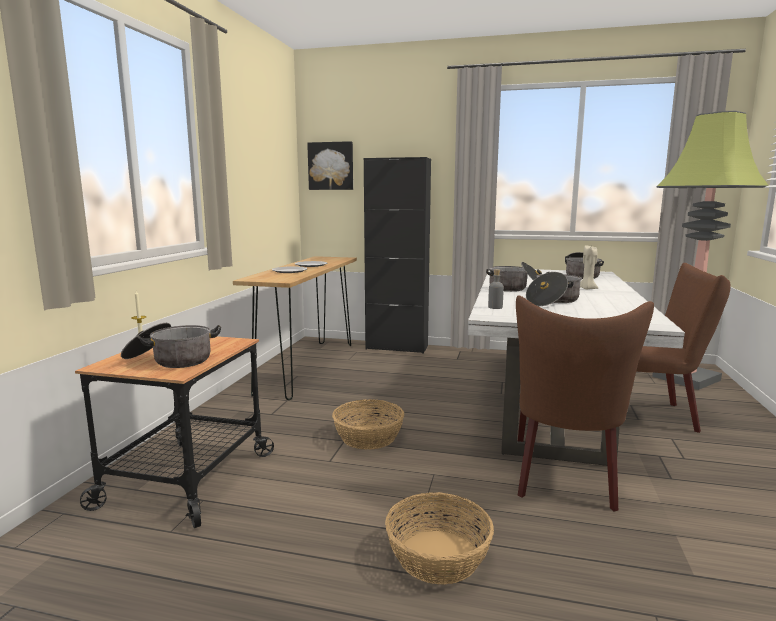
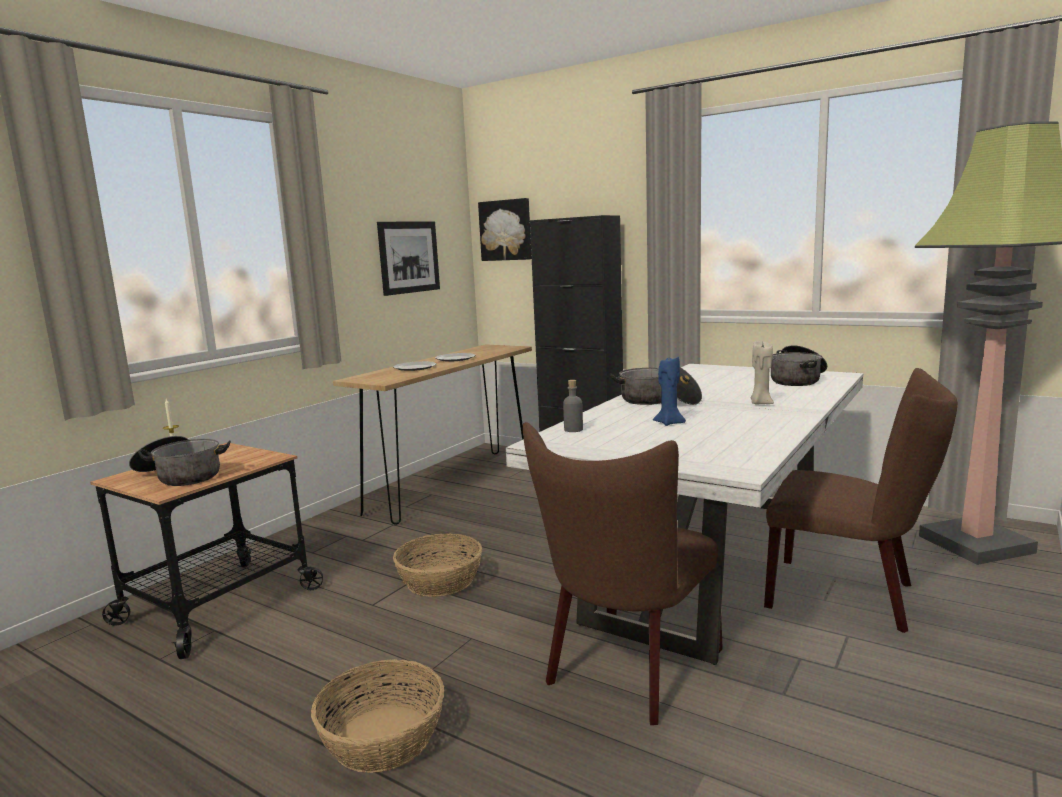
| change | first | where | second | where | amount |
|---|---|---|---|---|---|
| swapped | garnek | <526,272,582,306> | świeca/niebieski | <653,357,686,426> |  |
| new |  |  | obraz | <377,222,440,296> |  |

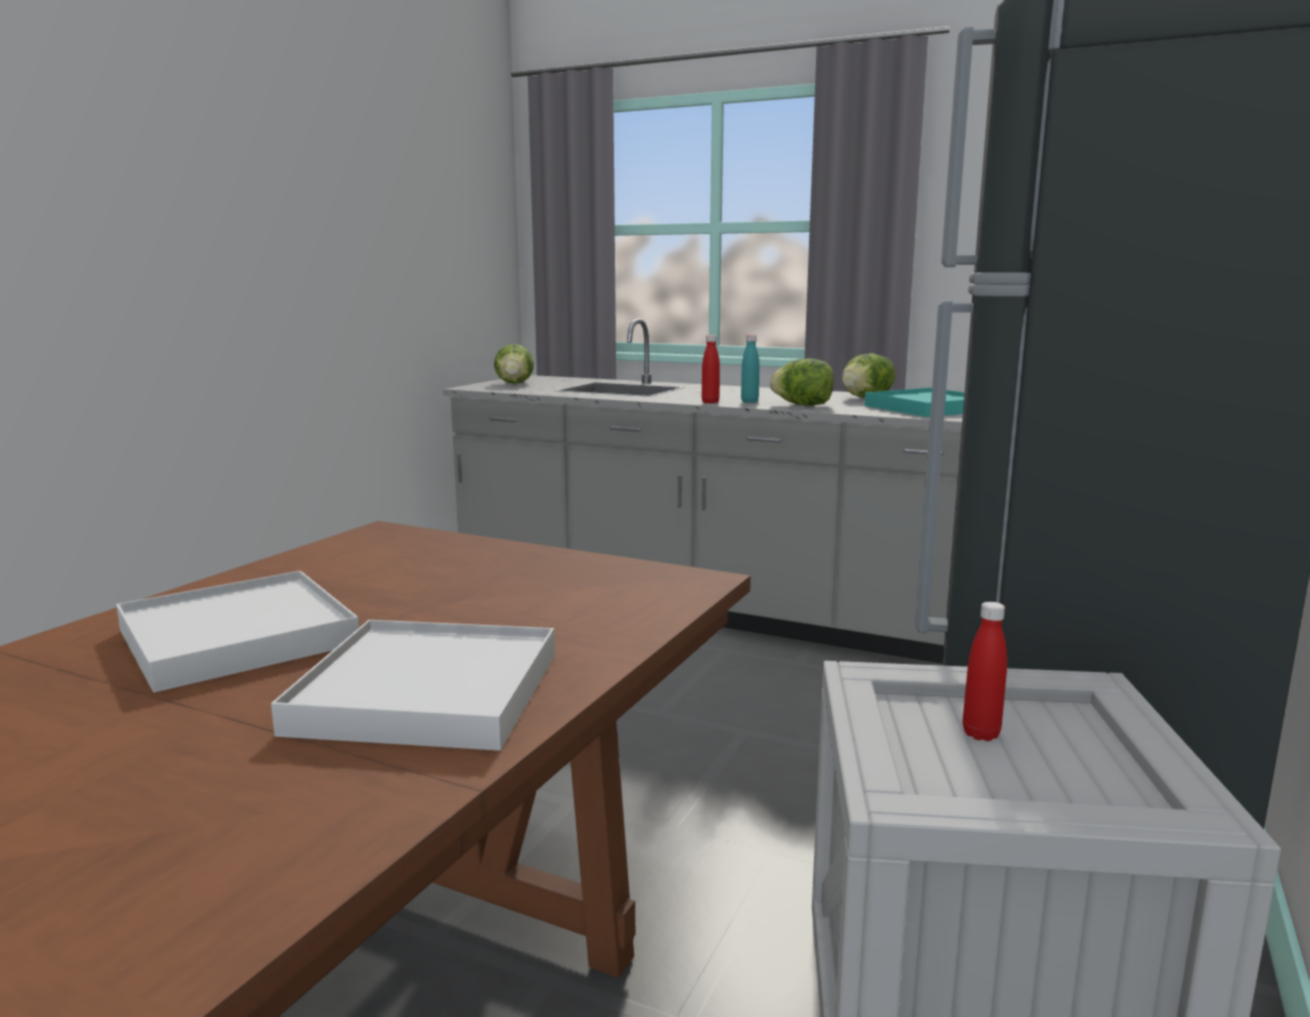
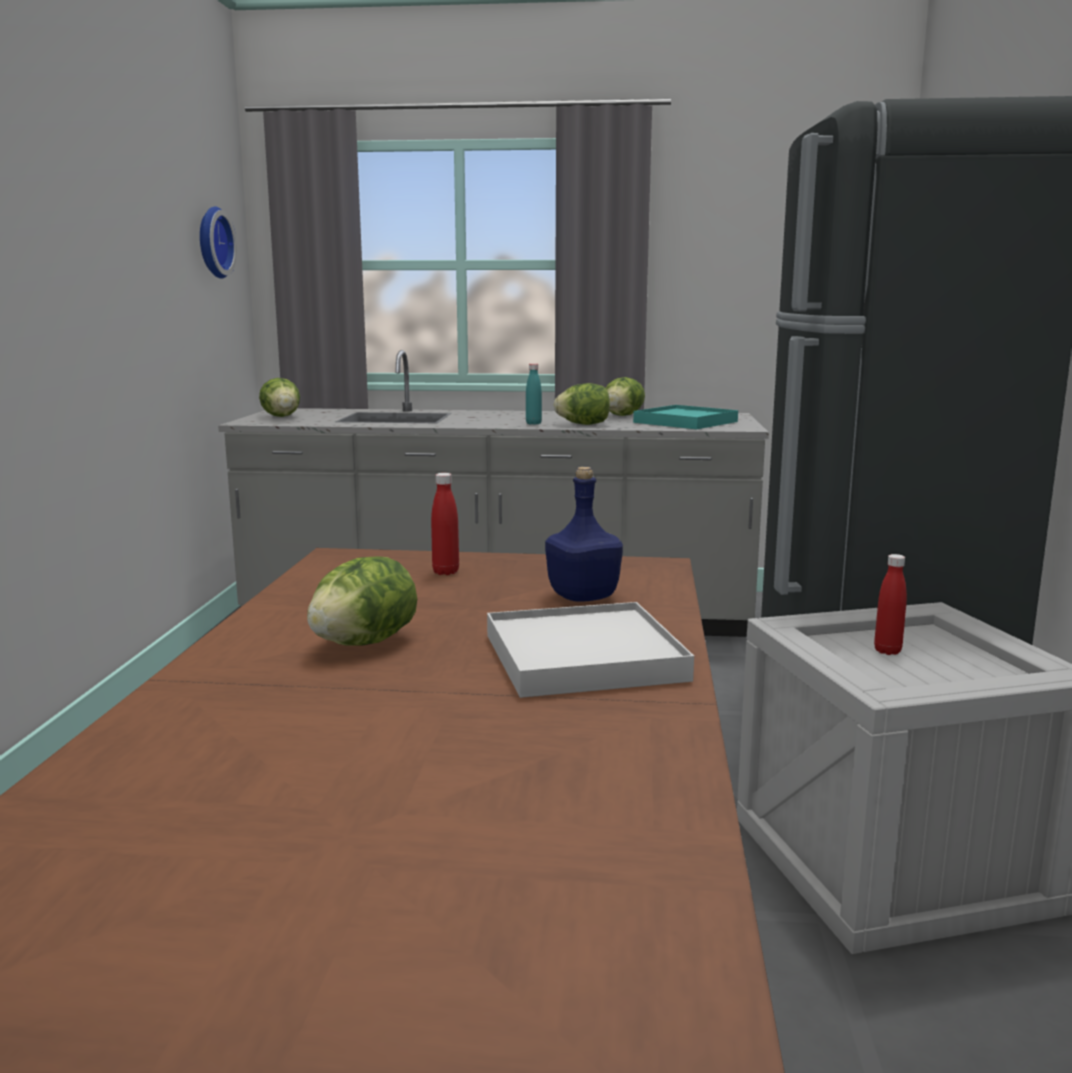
| change | first | where | second | where | amount |
|---|---|---|---|---|---|
| shifted | butelka/czerwony | <702,335,720,404> |  | <431,473,459,575> |  |
| swapped | taca/biały | <116,571,359,693> | sałata | <307,556,417,646> |  |
| new |  |  | zegar ścienny | <200,206,237,279> |  |
| new |  |  | butelka/niebieski | <545,467,623,602> |  |

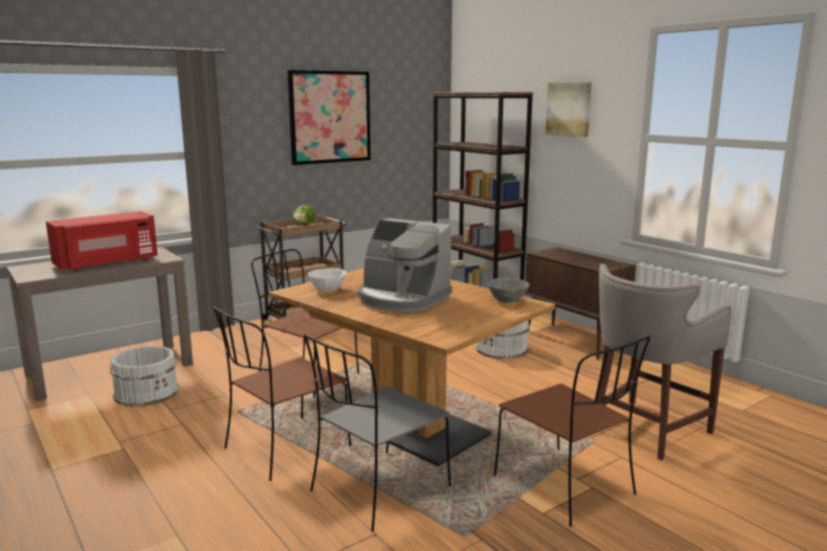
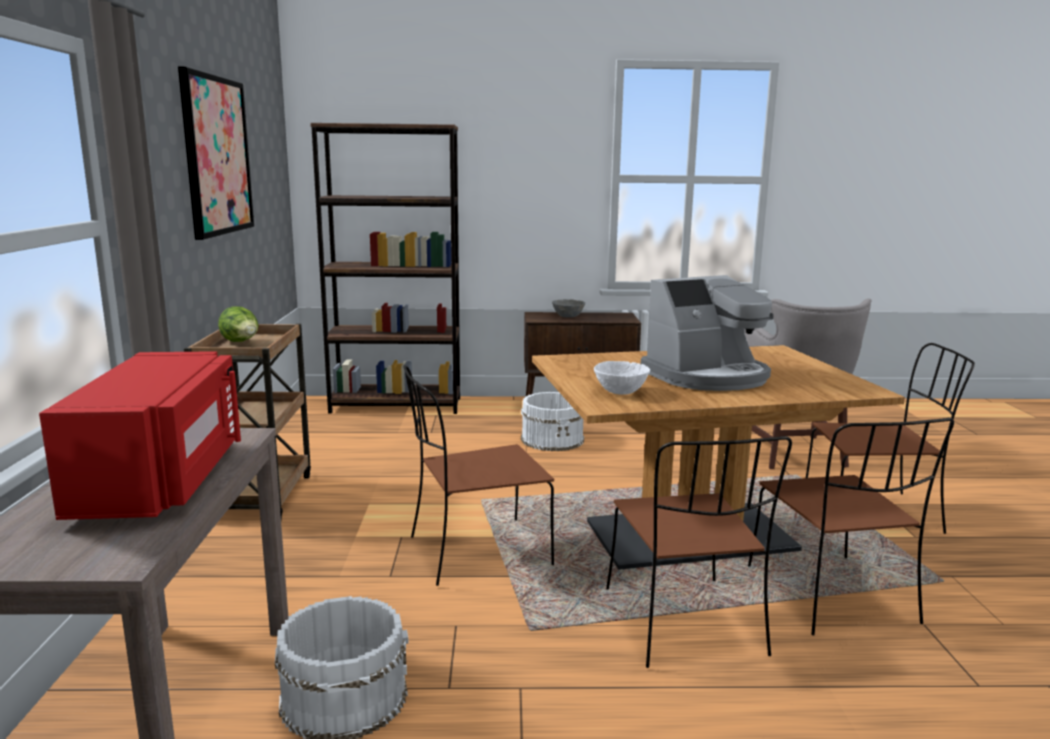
| change | first | where | second | where | amount |
|---|---|---|---|---|---|
| gone | obraz | <545,82,592,137> |  |  |  |
| shifted | miska/szary | <488,278,529,303> |  | <552,299,585,318> |  |
| repainted | krzesło/szary | <304,334,451,532> | krzesło/brązowy | <748,418,954,635> |  |

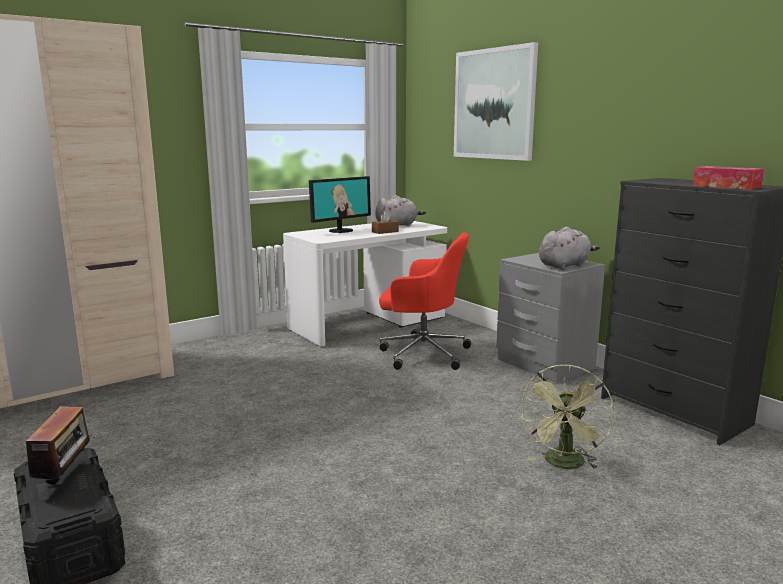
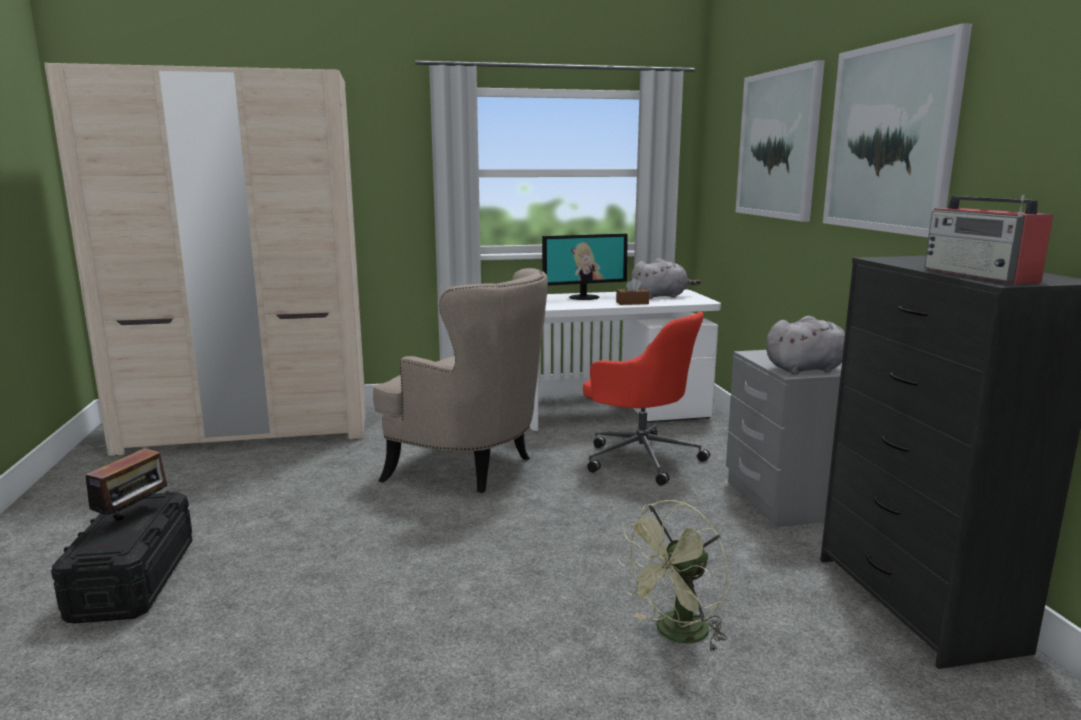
| change | first | where | second | where | amount |
|---|---|---|---|---|---|
| swapped | pudełko chusteczek | <693,166,764,190> | radio | <924,195,1054,284> |  |
| new |  |  | obraz | <823,23,972,237> |  |
| new |  |  | fotel/beżowy | <373,268,548,493> |  |

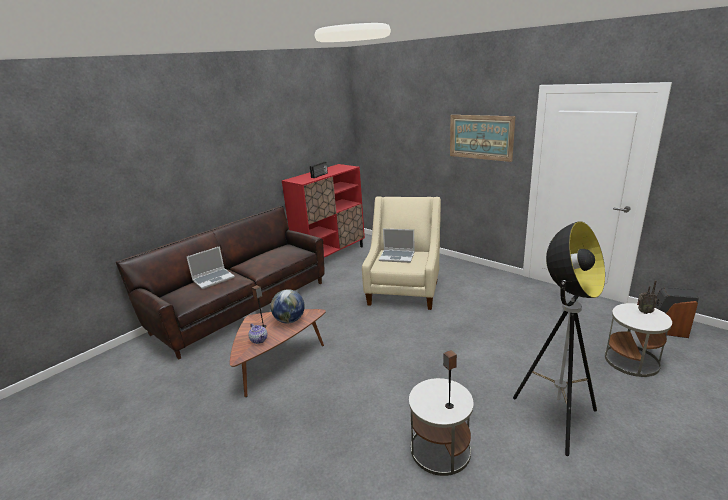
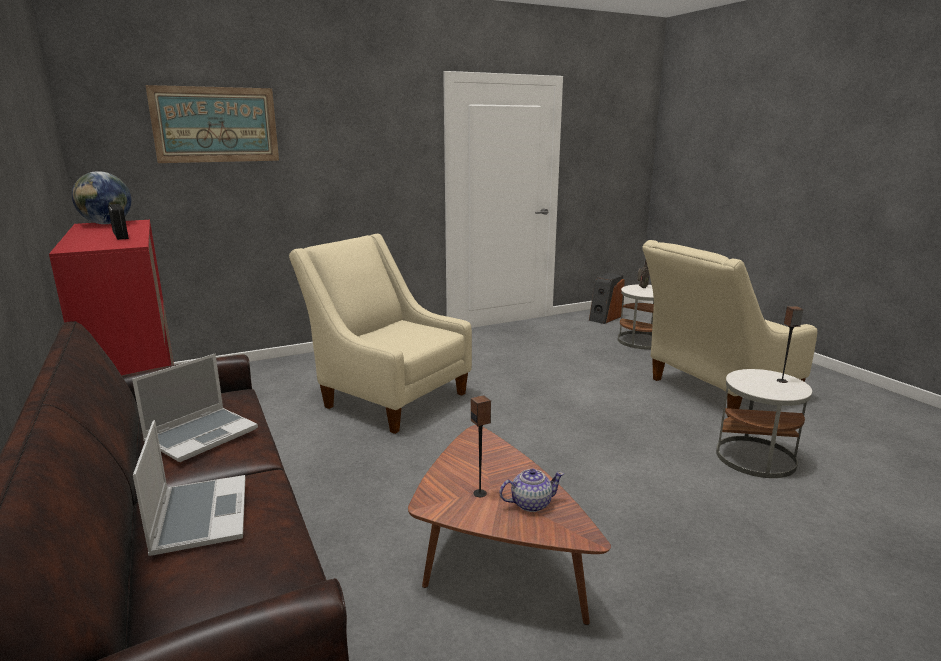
| change | first | where | second | where | amount |
|---|---|---|---|---|---|
| shifted | obraz | <450,115,515,162> |  | <145,85,279,163> |  |
| swapped | lampa stojąca | <513,221,605,456> | fotel/beżowy | <642,240,817,417> |  |
| shifted | laptop | <379,229,415,263> |  | <132,354,258,462> |  |
| shifted | globus | <271,289,305,323> |  | <72,171,131,224> |  |

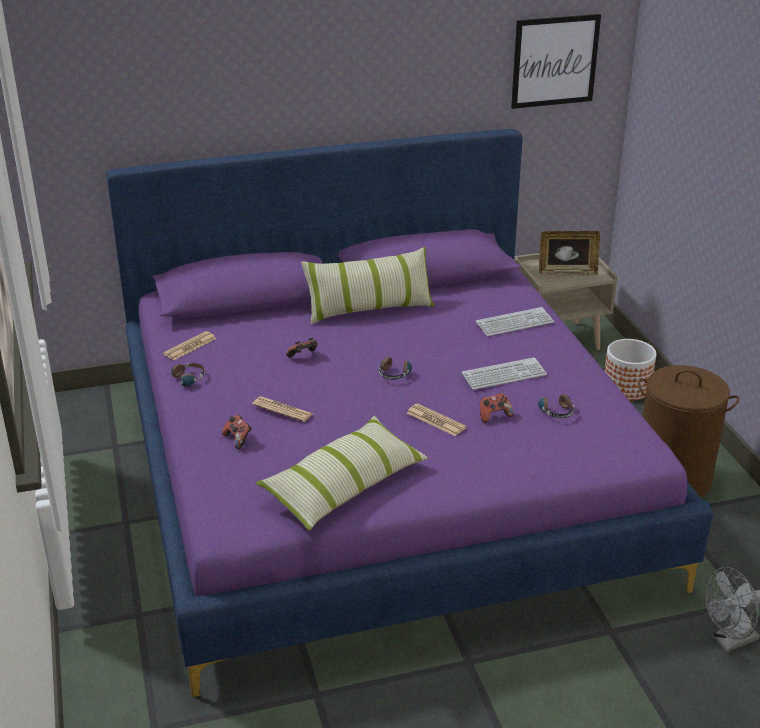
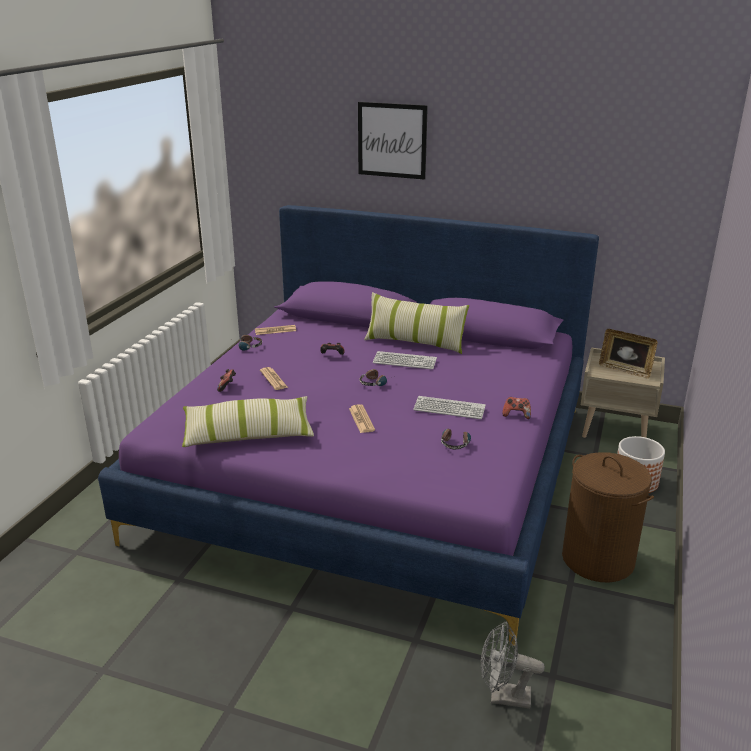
| change | first | where | second | where | amount |
|---|---|---|---|---|---|
| shifted | obraz | <511,14,601,109> |  | <358,102,428,180> |  |
| shifted | klawiatura | <476,307,554,336> |  | <373,351,437,369> |  |
| shifted | pad do gier | <480,393,514,423> |  | <502,397,531,419> |  |

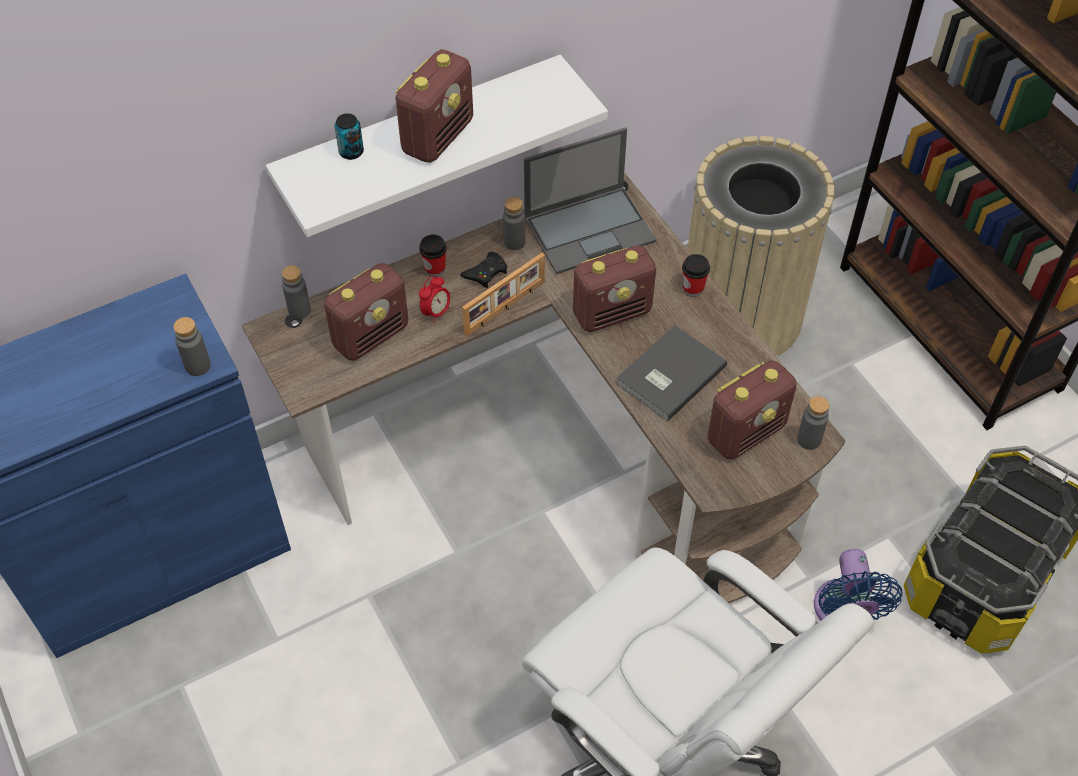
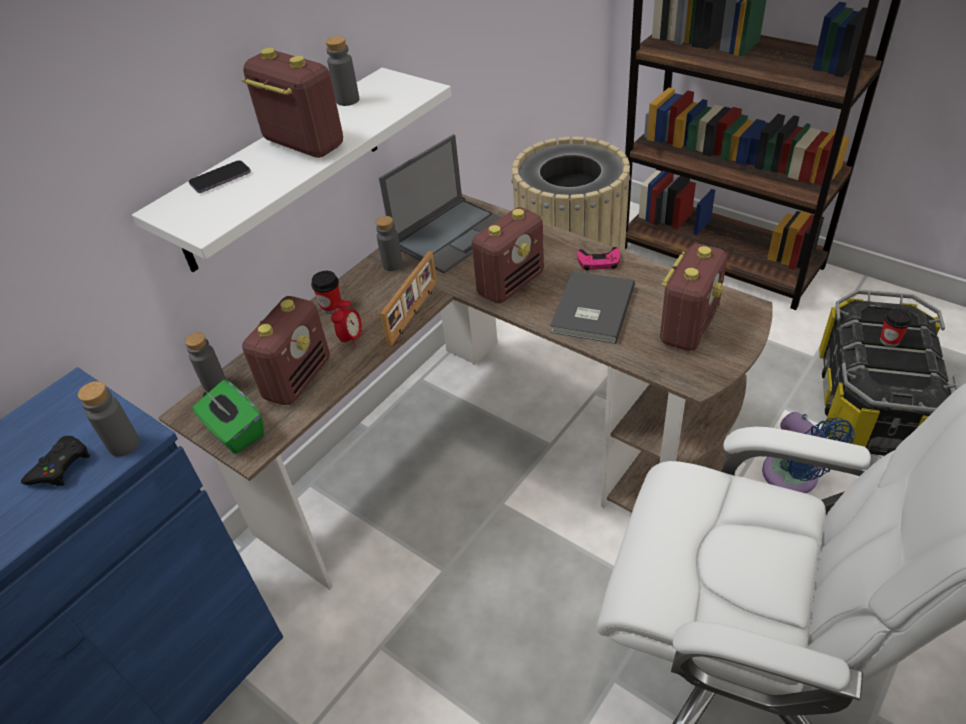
| change | first | where | second | where | amount |
|---|---|---|---|---|---|
| rotated | radio | <396,49,473,163> |  | <242,48,343,158> | 60 degrees counterclockwise |
| swapped | puszka | <335,113,364,160> | telefon | <189,160,251,193> |  |
| shifted | pad do gier/czarny | <460,252,507,288> |  | <21,436,90,486> |  |
| shifted | filiżanka | <682,254,710,297> |  | <880,308,911,347> |  |
| shifted | butelka/szary | <797,396,829,450> |  | <325,36,359,106> |  |
| new |  |  | pad do gier/różowy | <577,247,620,270> |  |
| new |  |  | pudełko chusteczek/zielony | <192,380,264,454> |  |

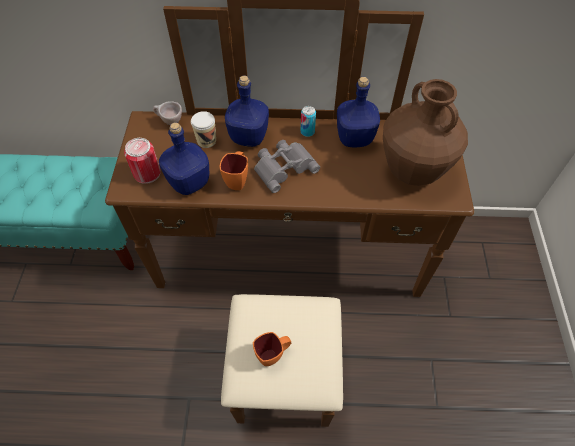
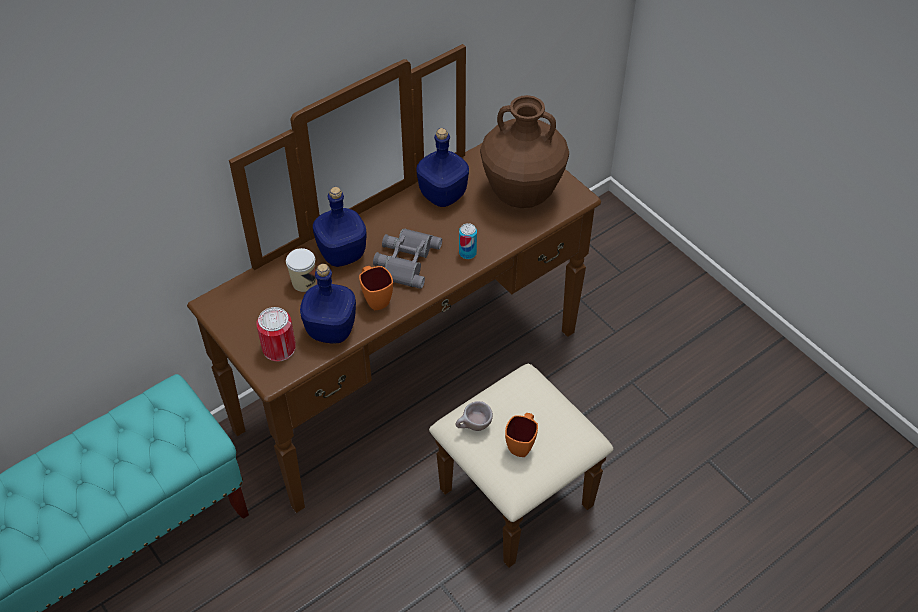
| change | first | where | second | where | amount |
|---|---|---|---|---|---|
| shifted | filiżanka/beżowy | <153,101,182,125> |  | <455,401,493,431> |  |
| shifted | puszka | <301,106,316,137> |  | <459,223,477,259> |  |

